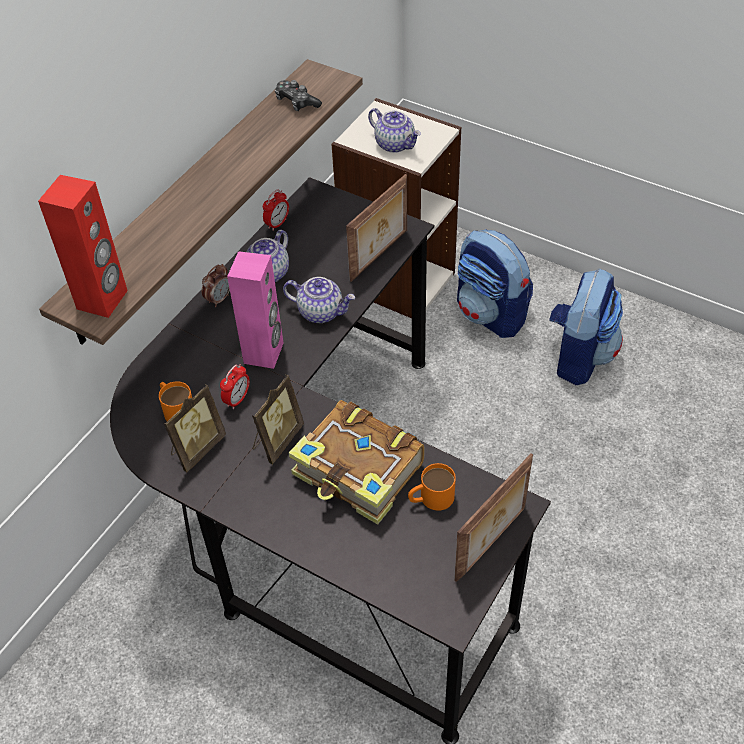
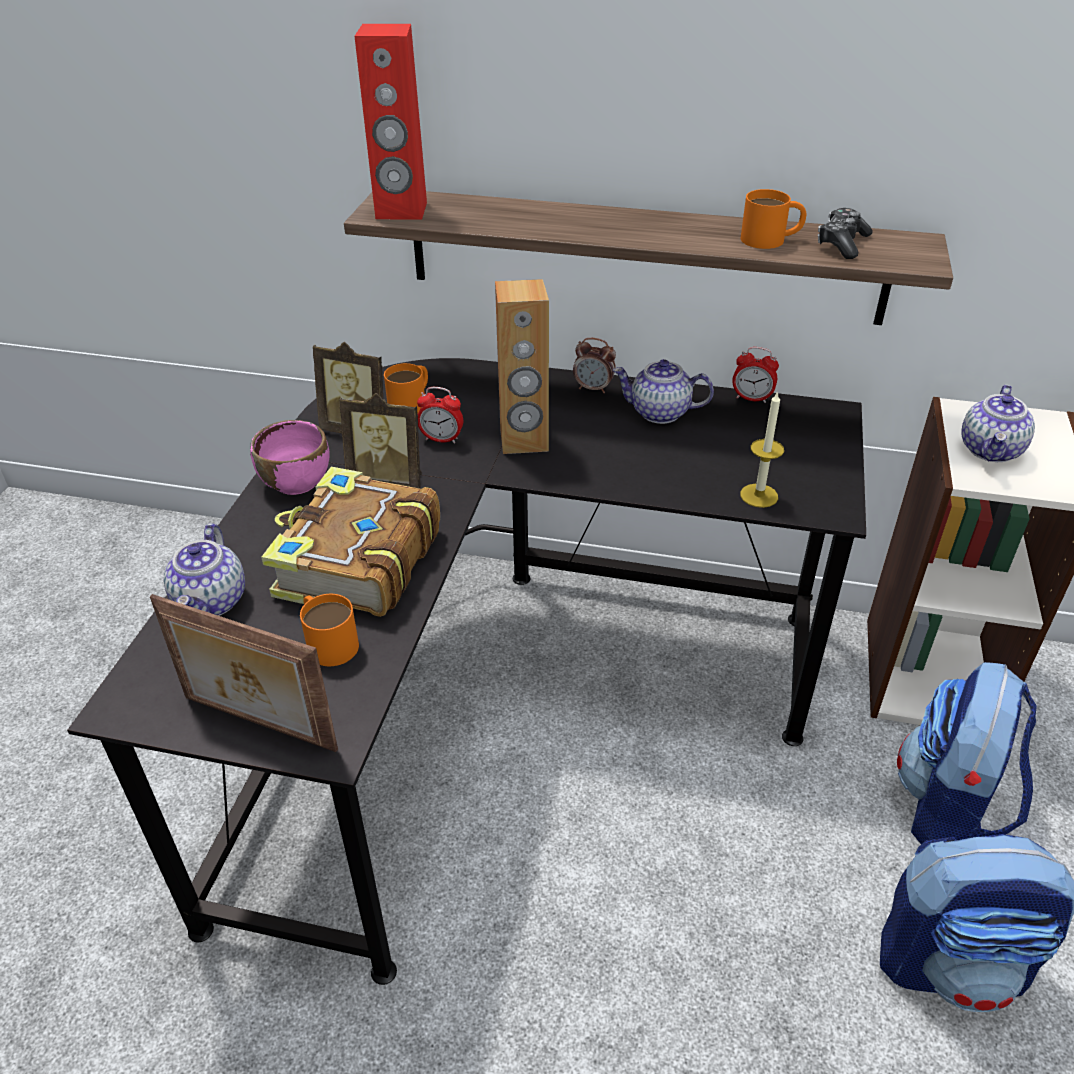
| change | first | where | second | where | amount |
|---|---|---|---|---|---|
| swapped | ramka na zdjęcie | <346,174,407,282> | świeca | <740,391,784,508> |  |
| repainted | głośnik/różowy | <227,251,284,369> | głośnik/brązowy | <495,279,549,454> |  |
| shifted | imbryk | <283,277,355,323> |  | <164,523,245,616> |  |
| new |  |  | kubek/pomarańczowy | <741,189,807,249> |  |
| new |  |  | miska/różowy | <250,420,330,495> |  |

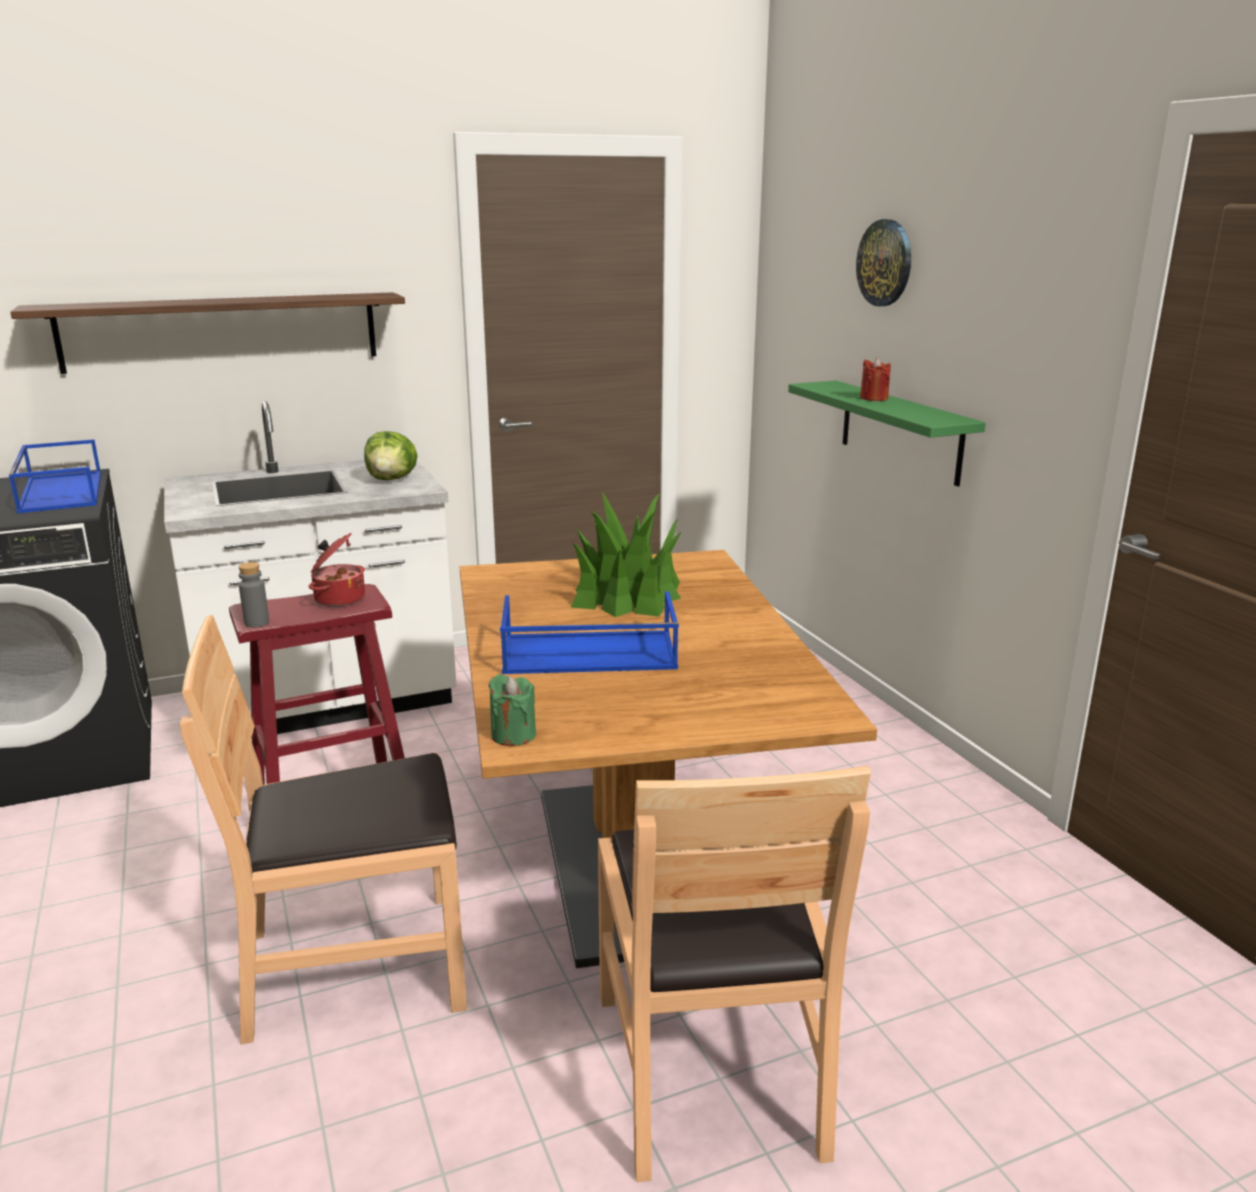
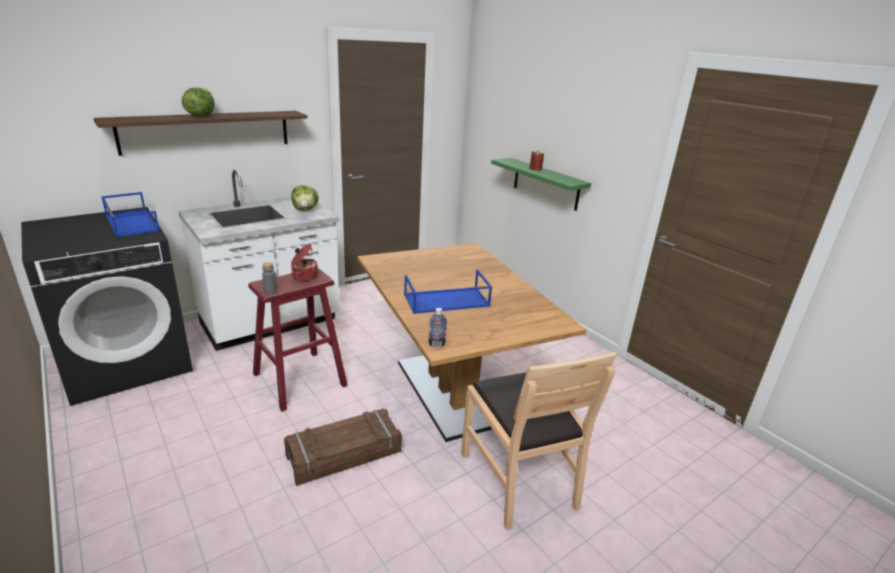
| change | first | where | second | where | amount |
|---|---|---|---|---|---|
| gone | zegar ścienny | <856,219,911,306> |  |  |  |
| gone | roślina doniczkowa | <571,492,682,617> |  |  |  |
| swapped | krzesło/brązowy | <180,615,467,1044> | skrzynka | <284,408,402,486> |  |
| swapped | świeca/zielony | <488,674,536,746> | butelka | <428,308,447,347> |  |
| new |  |  | sałata | <182,88,215,117> |  |

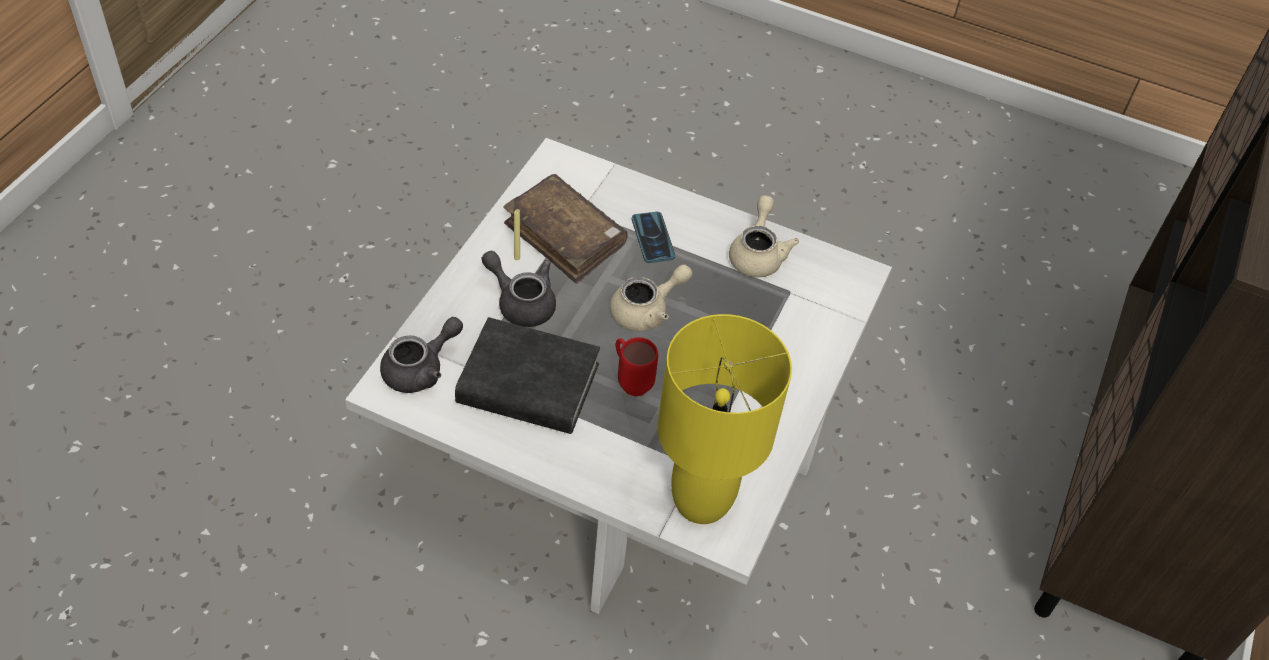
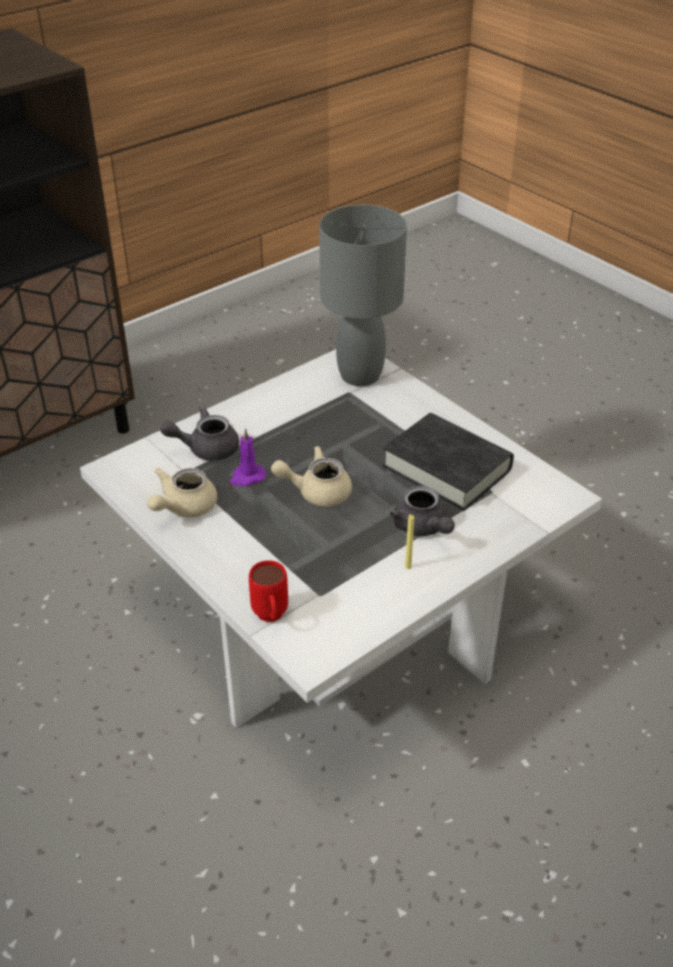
| change | first | where | second | where | amount |
|---|---|---|---|---|---|
| gone | książka/brązowy | <503,174,628,284> |  |  |  |
| gone | telefon | <632,212,675,263> |  |  |  |
| repainted | lampa stołowa/żółty | <657,314,792,524> | lampa stołowa/szary | <319,205,407,386> |  |
| shifted | imbryk/szary | <380,317,463,393> |  | <160,405,239,461> |  |
| shifted | kubek/czerwony | <616,337,658,396> |  | <249,560,288,622> |  |
| new |  |  | świeca/fioletowy | <230,428,266,486> |  |

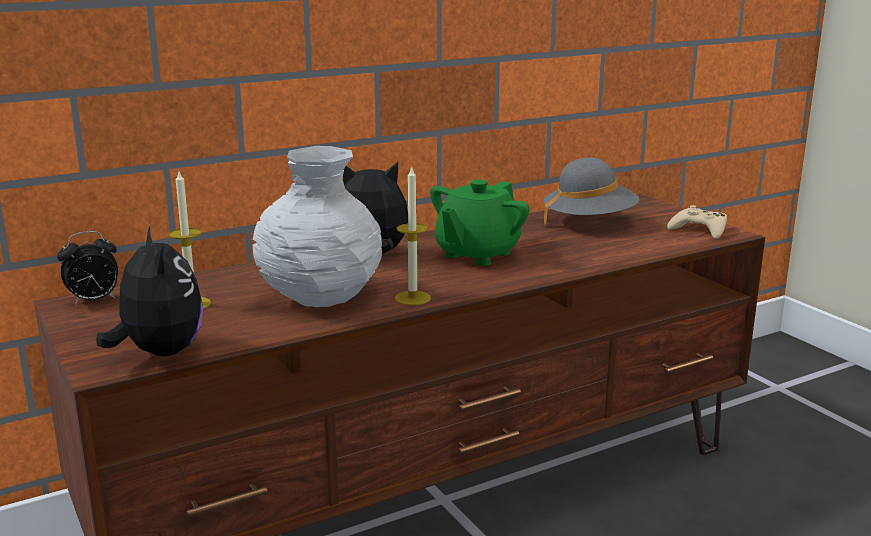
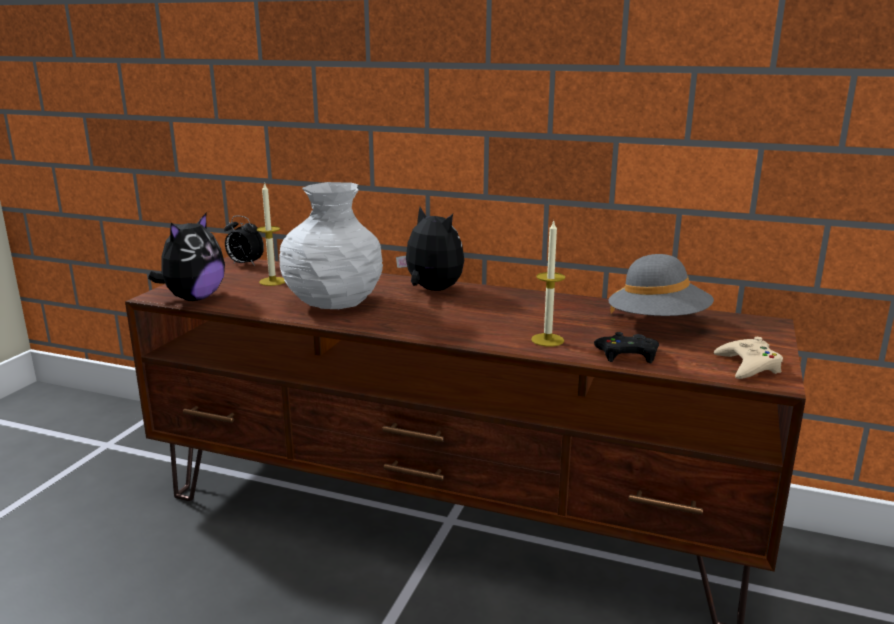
| change | first | where | second | where | amount |
|---|---|---|---|---|---|
| shifted | świeca | <395,167,431,305> |  | <531,220,565,347> |  |
| gone | imbryk/zielony | <430,180,529,266> |  |  |  |
| new |  |  | pad do gier/czarny | <594,332,659,363> |  |

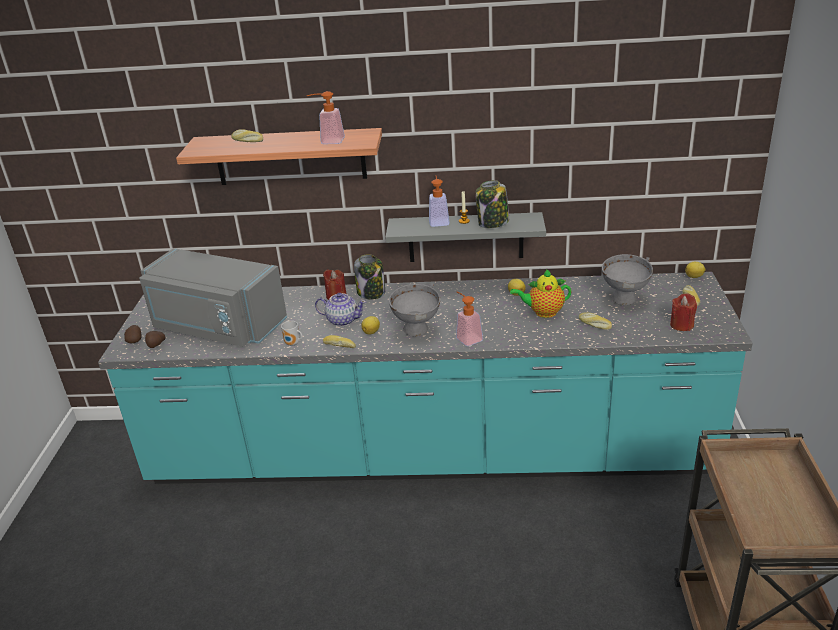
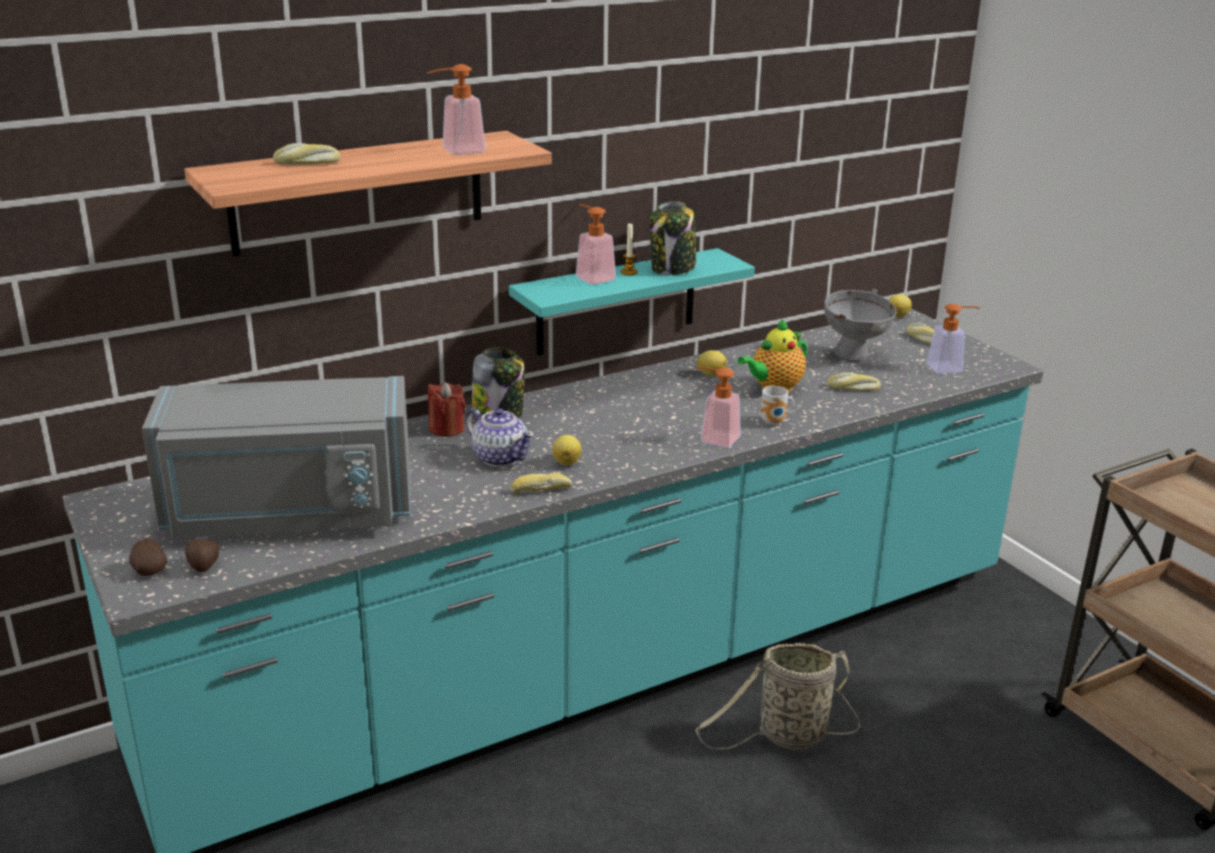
| change | first | where | second | where | amount |
|---|---|---|---|---|---|
| repainted | półka/szary | <385,212,546,262> | półka/turkusowy | <509,248,755,356> |  |
| gone | miska/szary | <389,284,440,337> |  |  |  |
| rotated | imbryk | <315,293,366,326> |  | <465,408,535,467> | 60 degrees clockwise |
| swapped | świeca/czerwony | <670,294,697,331> | dozownik mydła | <927,304,980,374> |  |
| shifted | kubek | <281,321,303,346> |  | <761,386,794,425> |  |
| new |  |  | koszyk | <695,643,861,750> |  |

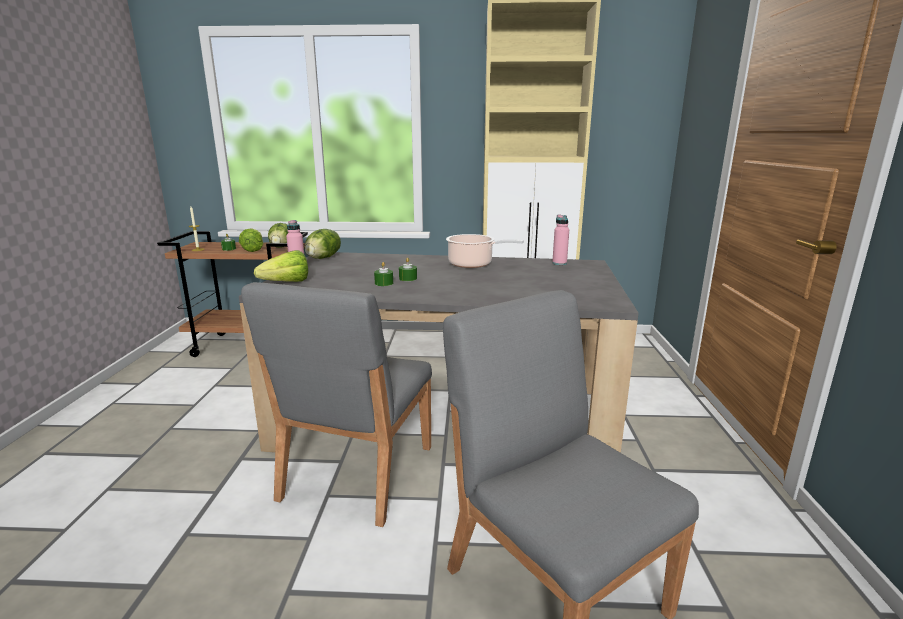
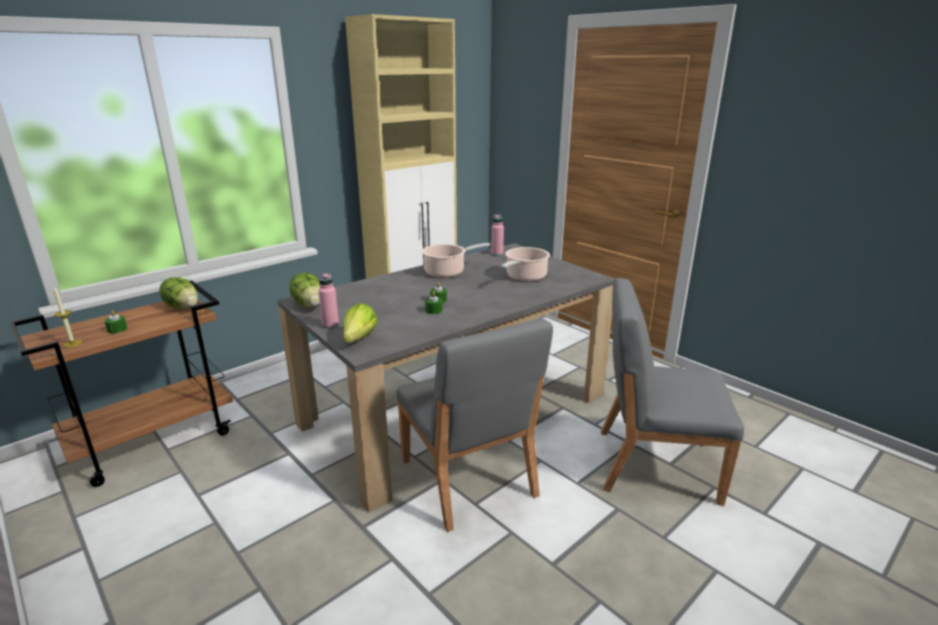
| change | first | where | second | where | amount |
|---|---|---|---|---|---|
| gone | sałata | <239,228,263,252> |  |  |  |
| new |  |  | garnek | <501,247,550,282> |  |

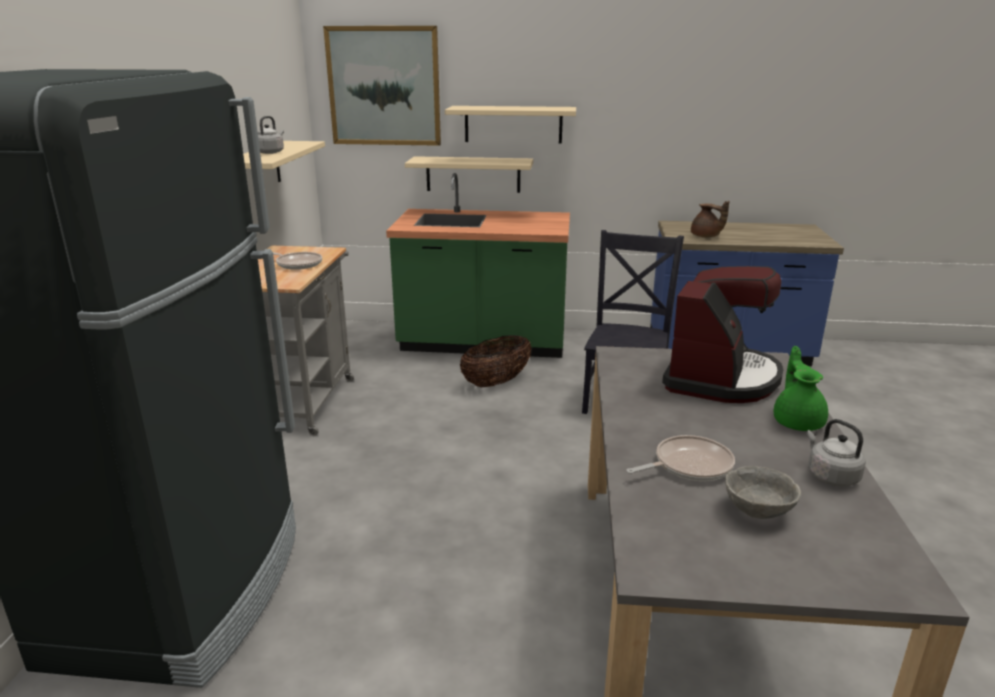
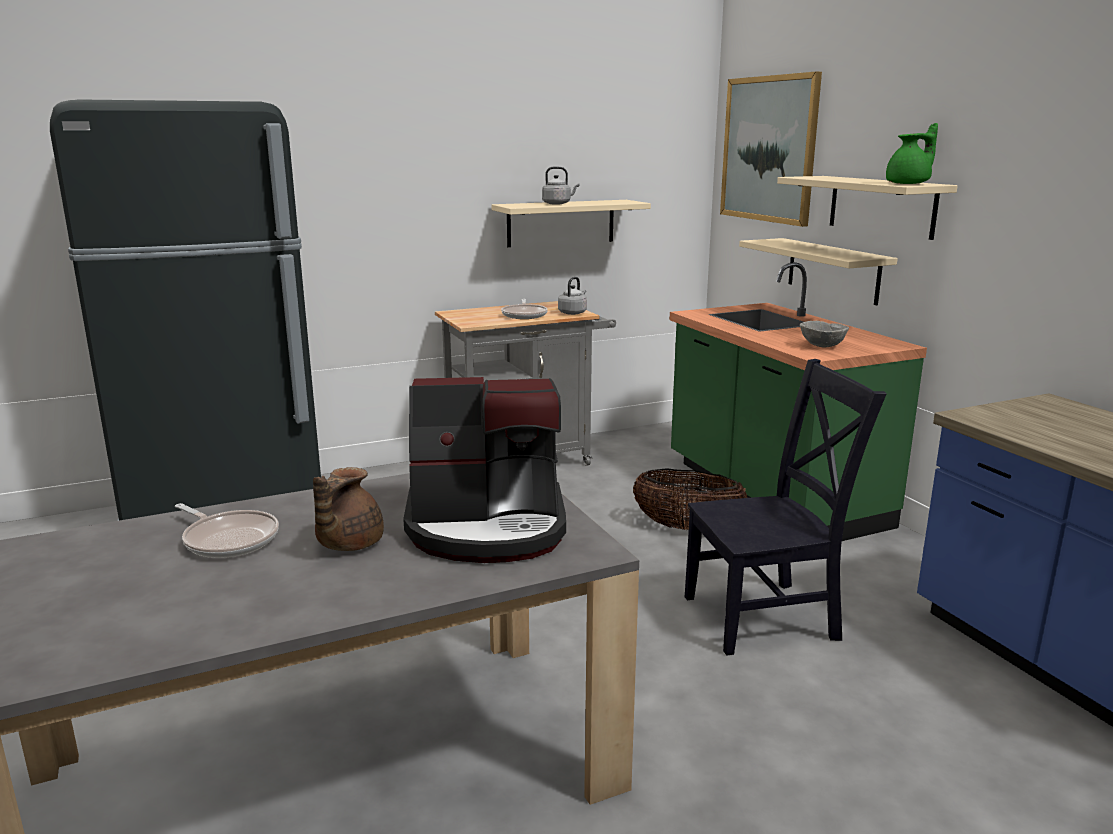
| change | first | where | second | where | amount |
|---|---|---|---|---|---|
| shifted | imbryk/brązowy | <691,201,729,238> |  | <313,467,384,551> |  |
| shifted | imbryk/zielony | <774,346,828,431> |  | <886,123,938,184> |  |
| shifted | czajnik/szary | <806,419,866,487> |  | <558,277,587,315> |  |
| shifted | miska/szary | <725,466,801,519> |  | <800,321,849,348> |  |

